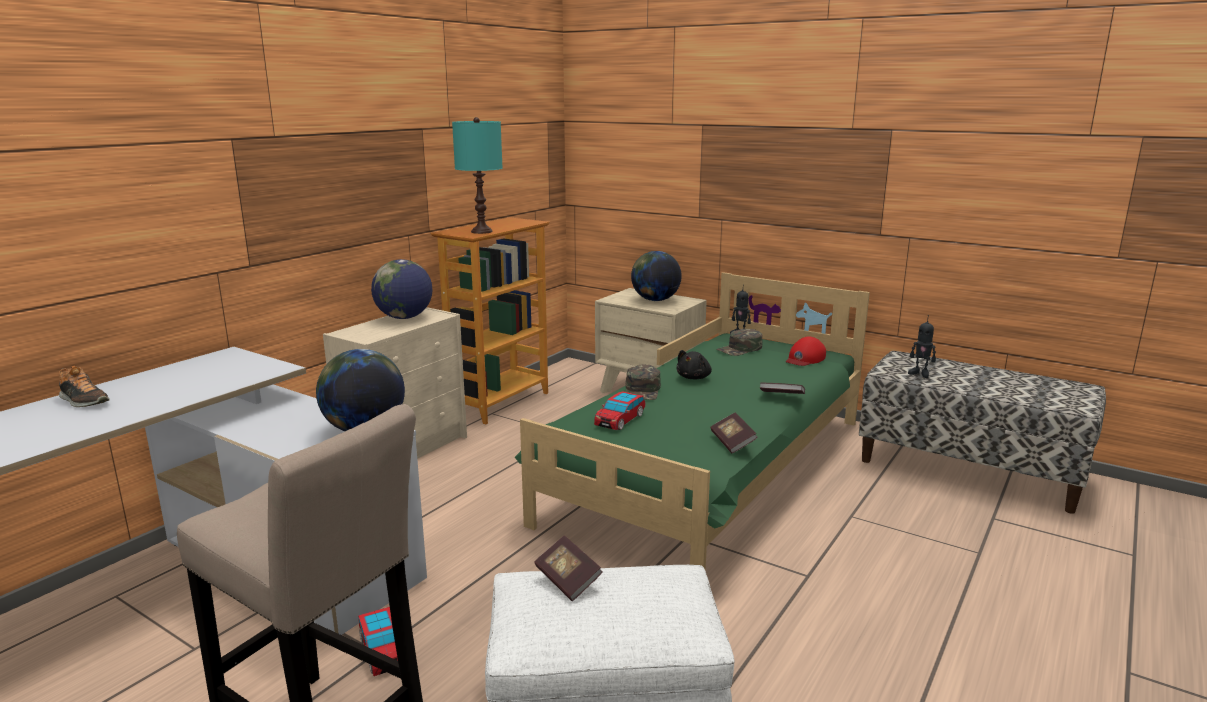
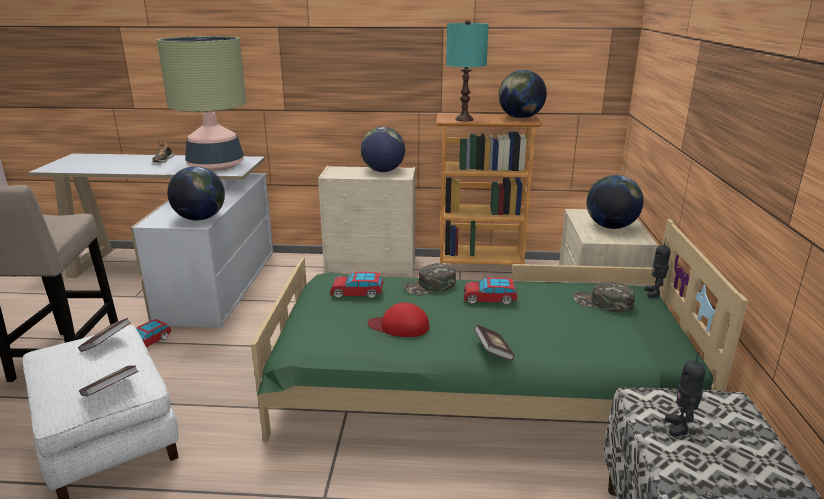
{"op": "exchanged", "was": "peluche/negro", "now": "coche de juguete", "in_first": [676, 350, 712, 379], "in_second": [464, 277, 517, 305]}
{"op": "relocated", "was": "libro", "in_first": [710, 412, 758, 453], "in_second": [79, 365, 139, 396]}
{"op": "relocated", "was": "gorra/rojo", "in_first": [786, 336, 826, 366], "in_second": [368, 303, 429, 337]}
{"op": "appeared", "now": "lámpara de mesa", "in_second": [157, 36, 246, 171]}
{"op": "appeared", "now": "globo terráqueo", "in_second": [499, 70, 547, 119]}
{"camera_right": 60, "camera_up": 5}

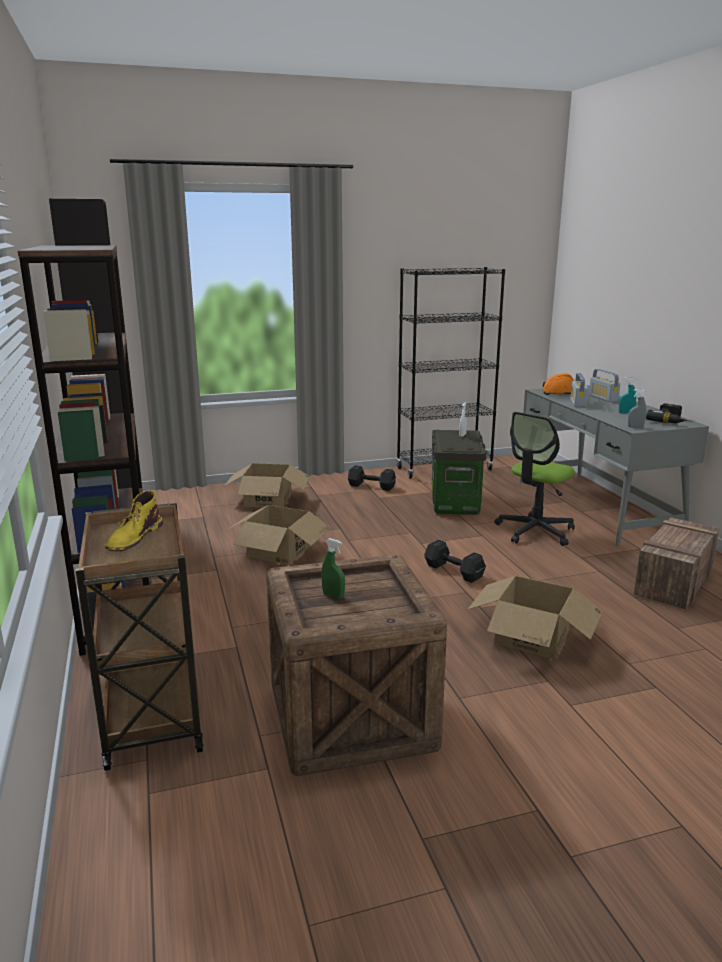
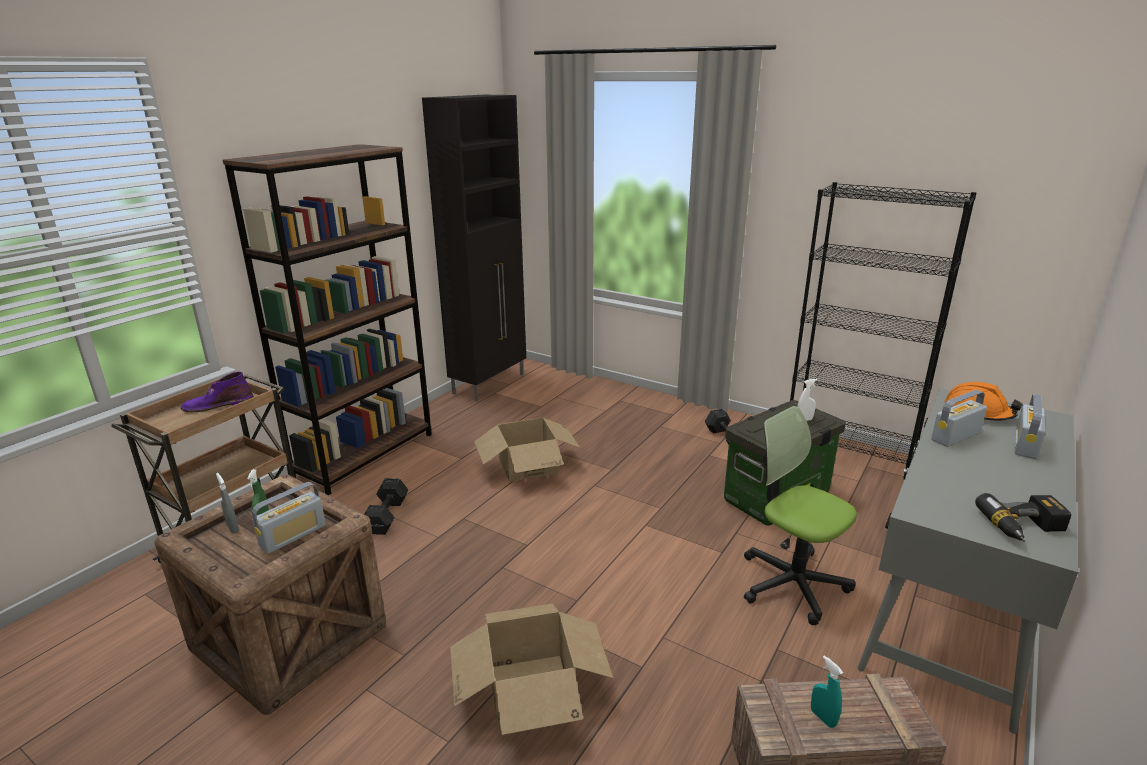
{"op": "colour", "was": "bota/amarillo", "now": "bota/morado", "in_first": [105, 491, 163, 551], "in_second": [181, 372, 254, 412]}
{"op": "missing", "was": "caja de cartón", "in_first": [223, 463, 310, 508]}
{"op": "relocated", "was": "mancuerna/negro", "in_first": [424, 539, 486, 583], "in_second": [364, 478, 409, 535]}
{"op": "spun", "was": "silla de oficina", "in_first": [495, 412, 575, 546], "in_second": [744, 406, 857, 625], "clockwise": 45}
{"op": "relocated", "was": "pulverizador/turquesa", "in_first": [619, 377, 636, 414], "in_second": [811, 655, 843, 728]}
{"op": "relocated", "was": "pulverizador/gris", "in_first": [628, 389, 646, 428], "in_second": [216, 473, 239, 533]}
{"op": "appeared", "now": "radio", "in_second": [252, 482, 326, 554]}
{"camera_right": 50, "camera_up": 5}

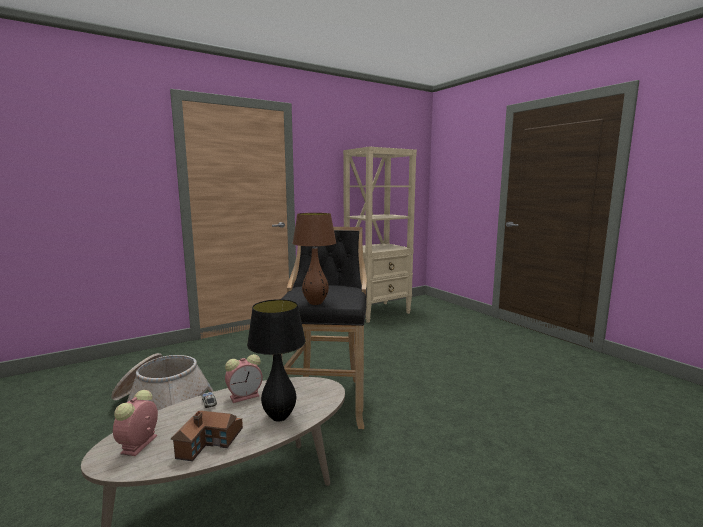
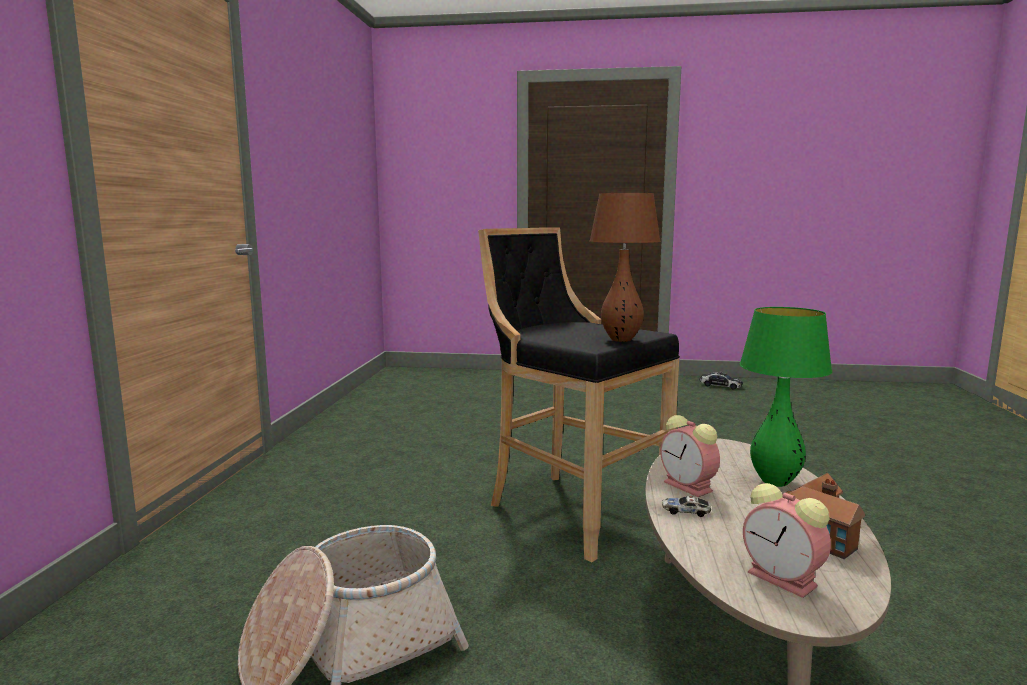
{"op": "spun", "was": "despertador", "in_first": [225, 354, 263, 403], "in_second": [660, 415, 720, 497], "clockwise": 135}
{"op": "colour", "was": "lámpara de mesa/negro", "now": "lámpara de mesa/verde", "in_first": [247, 299, 306, 422], "in_second": [740, 307, 832, 487]}
{"op": "missing", "was": "estantería/beis", "in_first": [343, 146, 417, 323]}
{"op": "appeared", "now": "coche de juguete", "in_second": [700, 372, 743, 390]}
{"camera_right": -50, "camera_up": 0}

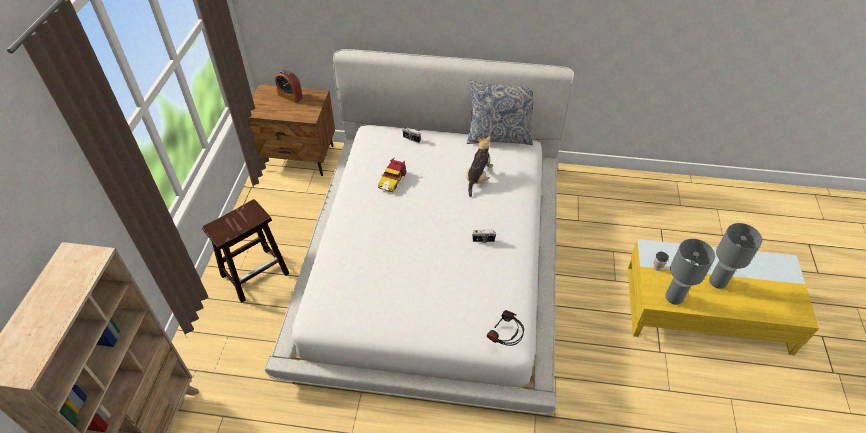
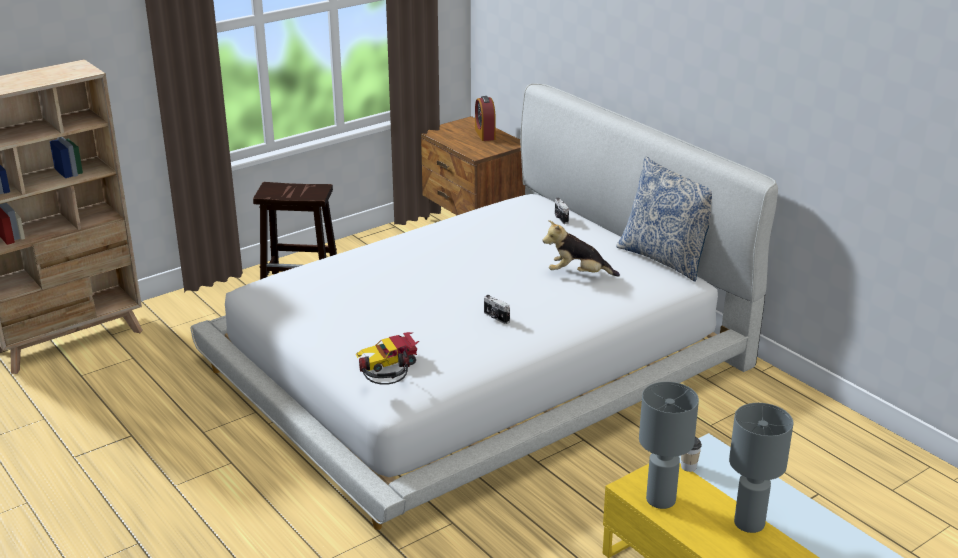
{"op": "relocated", "was": "coche de juguete", "in_first": [378, 158, 406, 192], "in_second": [356, 332, 419, 372]}
{"op": "spun", "was": "peluche", "in_first": [466, 136, 493, 197], "in_second": [543, 220, 620, 277], "clockwise": -150}
{"camera_right": 45, "camera_up": -20}

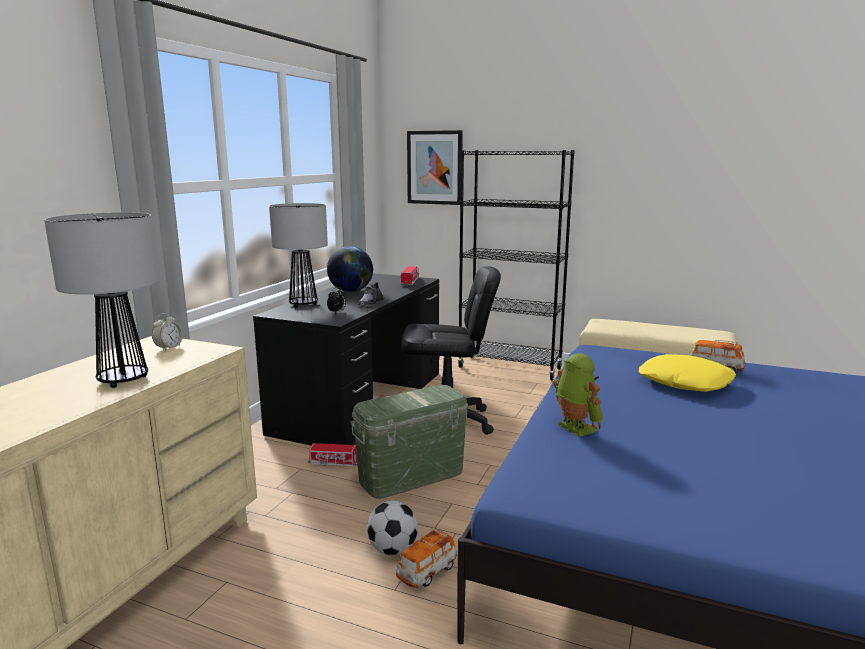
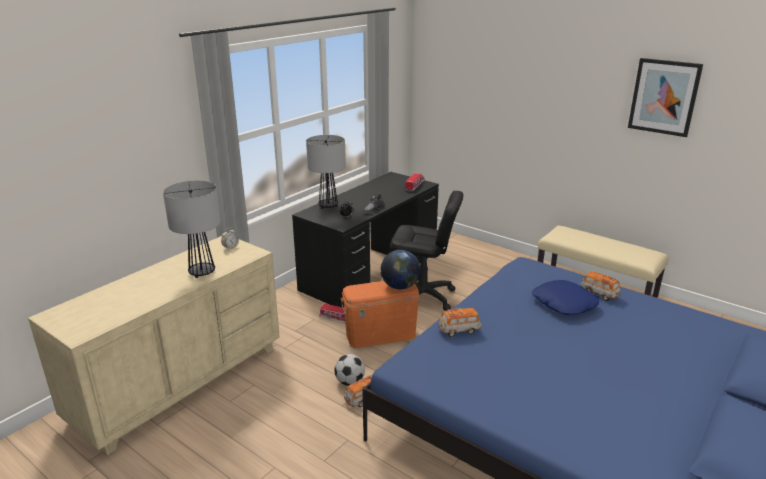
{"op": "relocated", "was": "globo terráqueo", "in_first": [327, 246, 373, 292], "in_second": [381, 250, 420, 289]}
{"op": "colour", "was": "caja de almacenaje/verde", "now": "caja de almacenaje/naranja", "in_first": [350, 385, 469, 499], "in_second": [340, 281, 421, 348]}
{"op": "relocated", "was": "cuadro", "in_first": [407, 130, 463, 205], "in_second": [628, 58, 703, 137]}
{"op": "missing", "was": "estantería/negro", "in_first": [457, 150, 575, 381]}
{"op": "exchanged", "was": "robot de juguete", "now": "coche de juguete", "in_first": [554, 353, 603, 437], "in_second": [439, 308, 482, 337]}
{"op": "colour", "was": "cojín/amarillo", "now": "cojín/azul", "in_first": [639, 354, 736, 392], "in_second": [532, 280, 599, 315]}
{"camera_right": 15, "camera_up": 10}

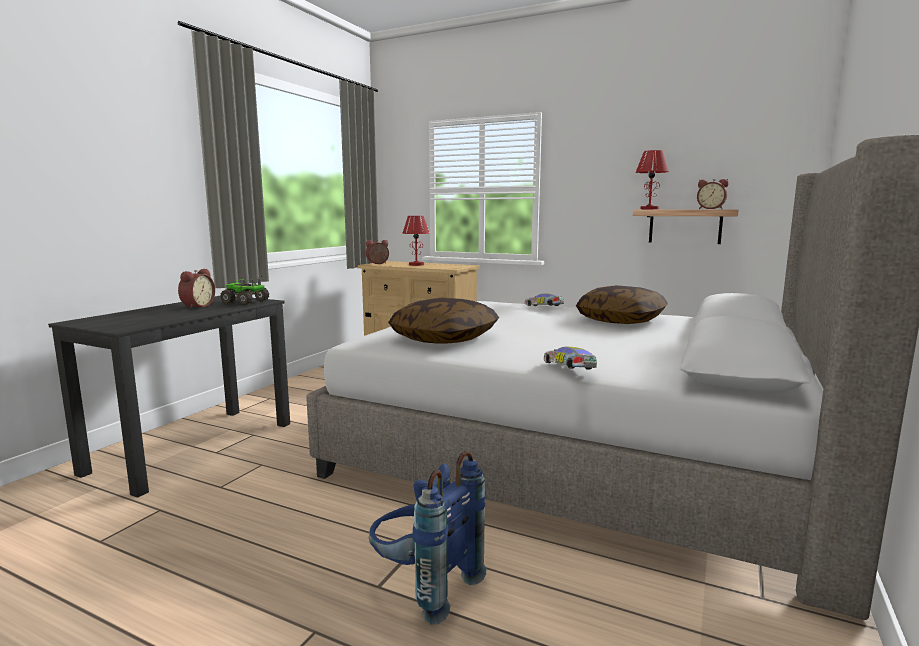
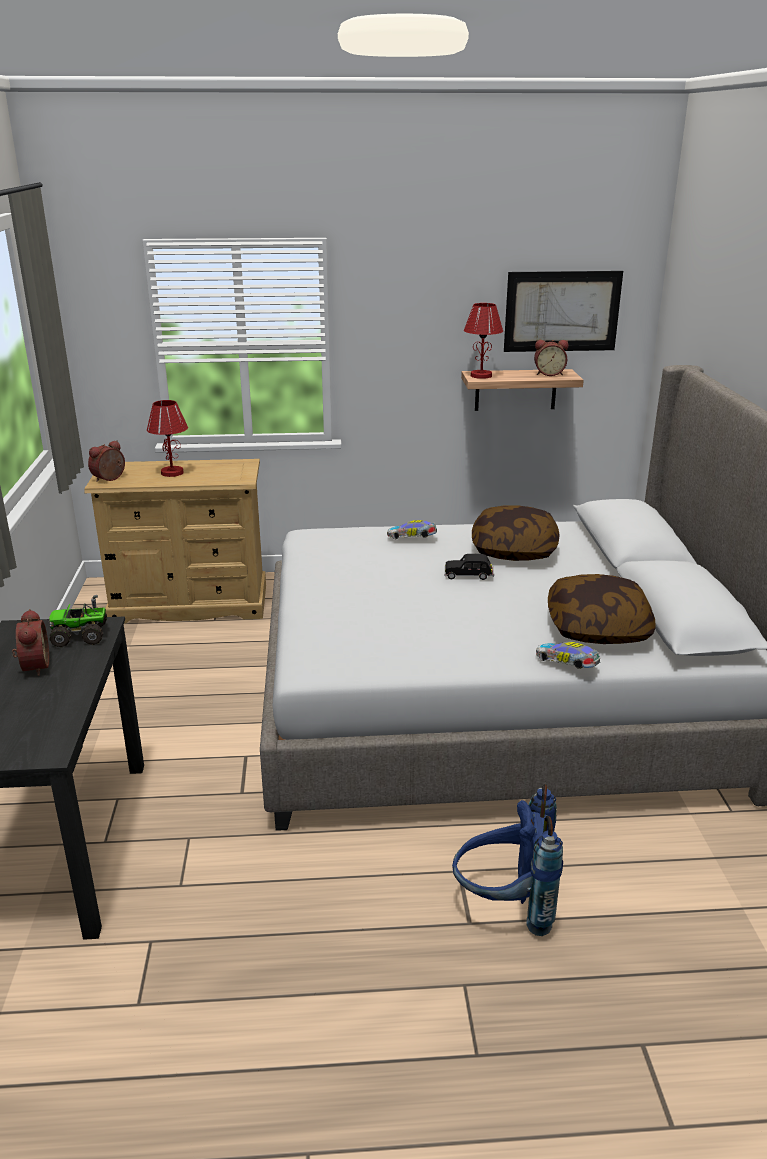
{"op": "relocated", "was": "cojín", "in_first": [388, 297, 499, 344], "in_second": [548, 574, 656, 644]}
{"op": "appeared", "now": "coche de juguete/negro", "in_second": [444, 554, 494, 580]}
{"op": "appeared", "now": "cuadro", "in_second": [504, 271, 623, 352]}
{"camera_right": -30, "camera_up": 15}

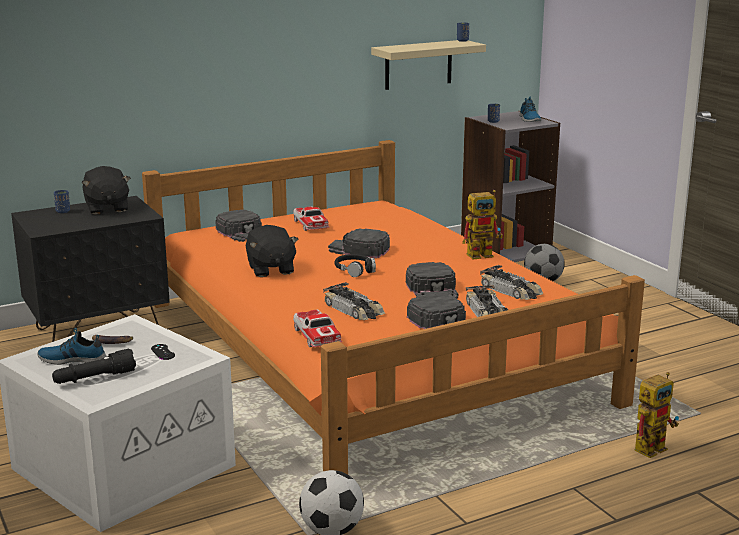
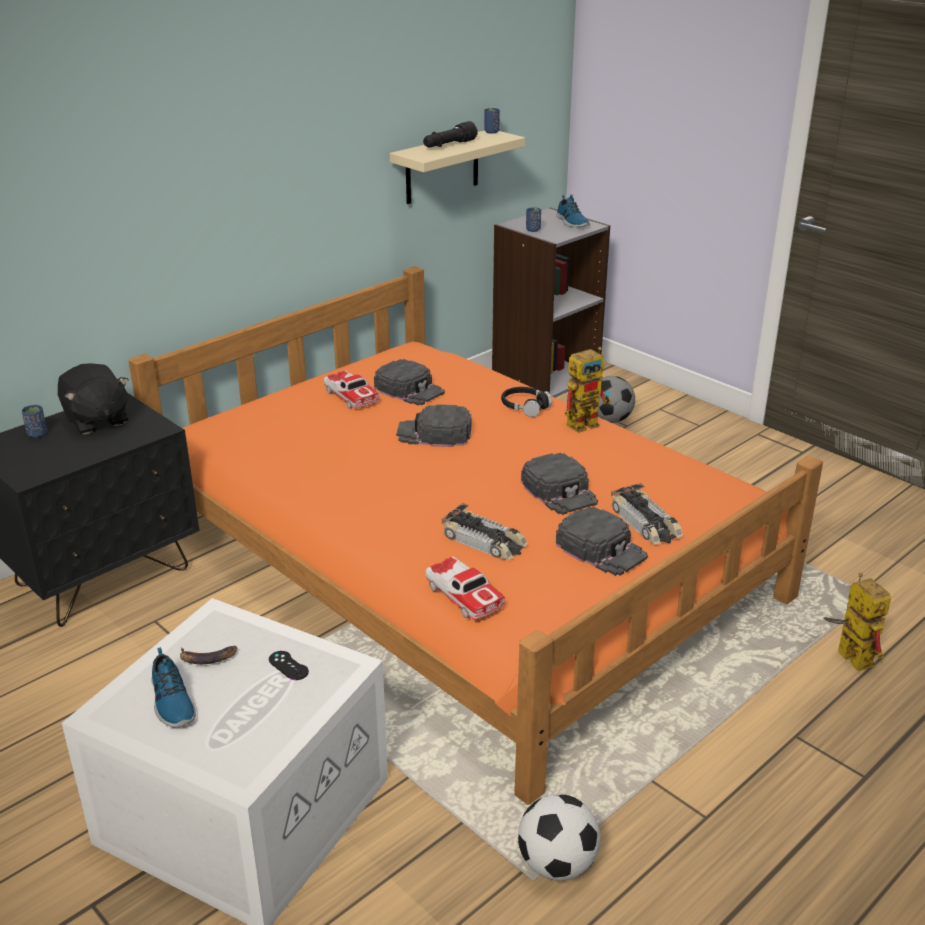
{"op": "spun", "was": "zapato", "in_first": [38, 328, 106, 365], "in_second": [151, 647, 196, 728], "clockwise": -105}
{"op": "relocated", "was": "linterna/negro", "in_first": [52, 348, 136, 384], "in_second": [423, 121, 478, 148]}
{"op": "relocated", "was": "gorra/negro", "in_first": [215, 209, 262, 242], "in_second": [374, 359, 445, 405]}
{"op": "missing", "was": "peluche/negro", "in_first": [246, 225, 299, 277]}
{"op": "relocated", "was": "auriculares/negro", "in_first": [334, 254, 376, 277], "in_second": [501, 387, 552, 417]}
{"op": "missing", "was": "coche de juguete", "in_first": [480, 264, 544, 300]}
{"op": "spun", "was": "robot de juguete", "in_first": [635, 372, 679, 458], "in_second": [823, 572, 891, 671], "clockwise": -60}
{"camera_right": -15, "camera_up": 10}

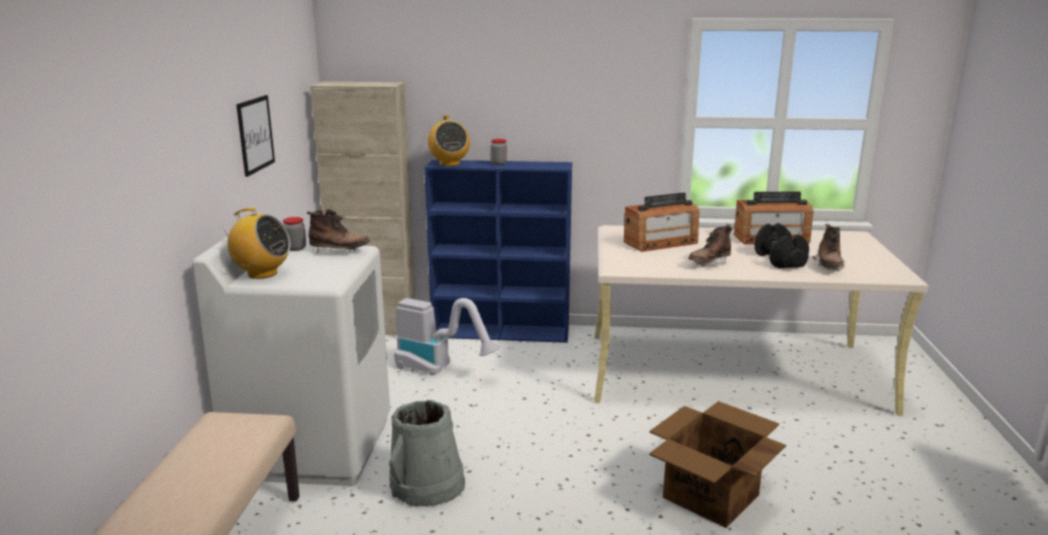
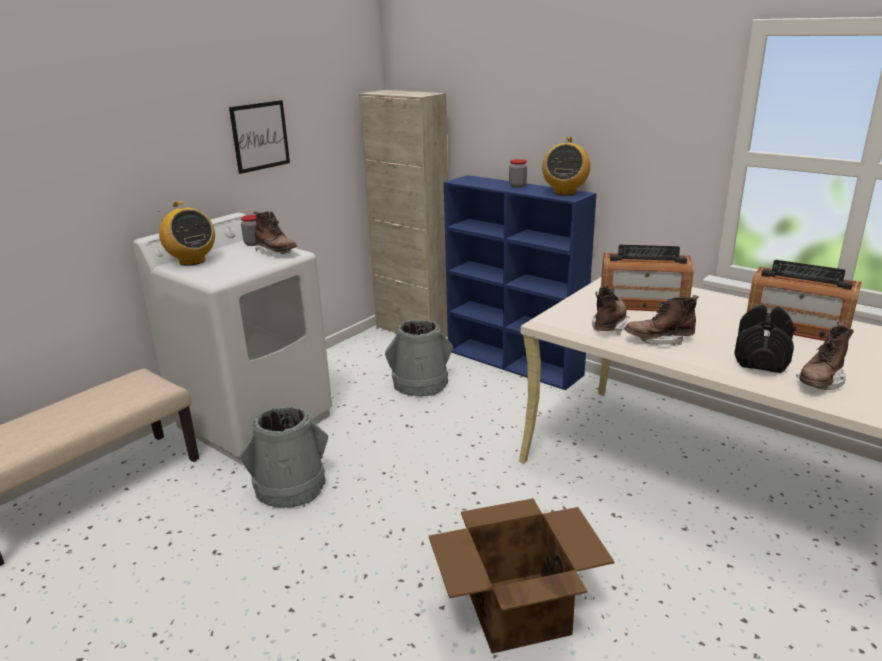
{"op": "exchanged", "was": "aspiradora", "now": "cubo/gris", "in_first": [394, 298, 501, 376], "in_second": [385, 319, 453, 397]}
{"op": "relocated", "was": "radio", "in_first": [428, 115, 470, 166], "in_second": [542, 137, 590, 195]}
{"op": "appeared", "now": "bota/marrón", "in_second": [592, 286, 629, 335]}
{"camera_right": 35, "camera_up": 5}

